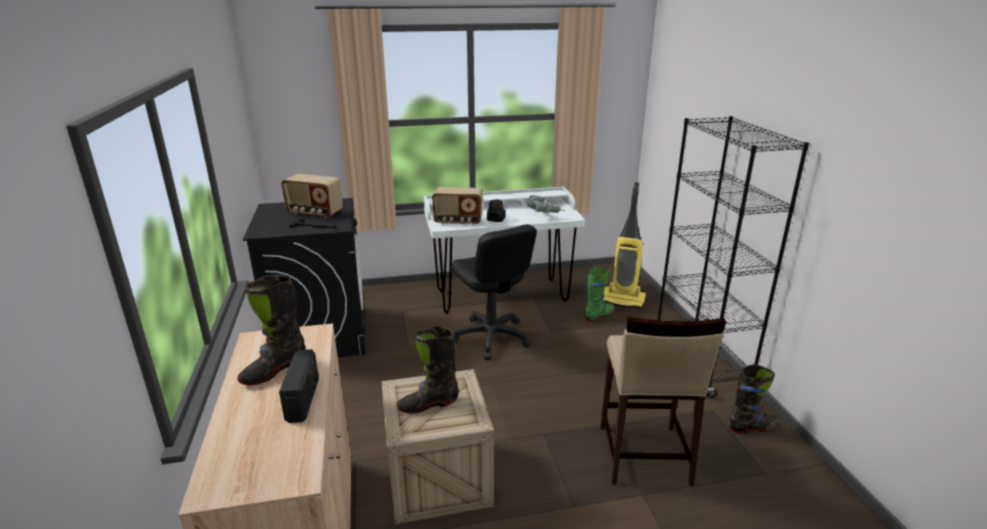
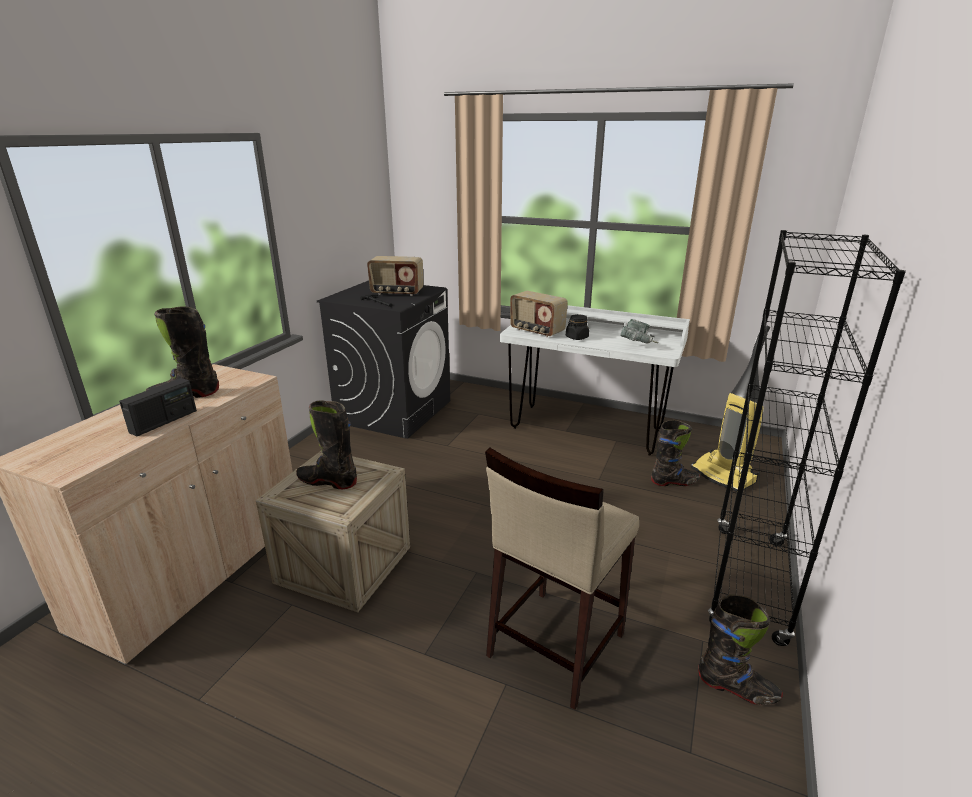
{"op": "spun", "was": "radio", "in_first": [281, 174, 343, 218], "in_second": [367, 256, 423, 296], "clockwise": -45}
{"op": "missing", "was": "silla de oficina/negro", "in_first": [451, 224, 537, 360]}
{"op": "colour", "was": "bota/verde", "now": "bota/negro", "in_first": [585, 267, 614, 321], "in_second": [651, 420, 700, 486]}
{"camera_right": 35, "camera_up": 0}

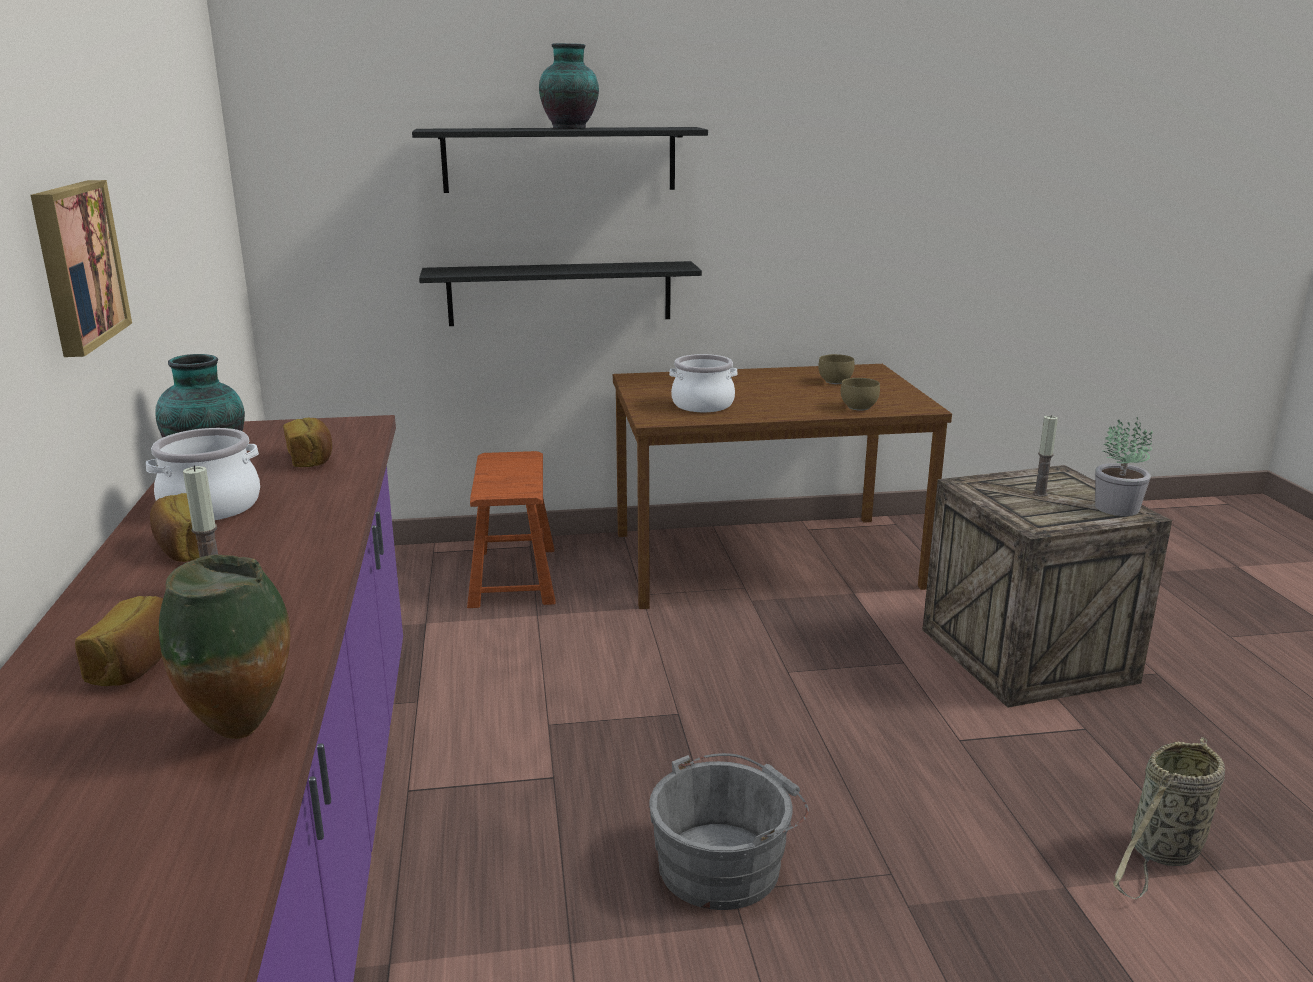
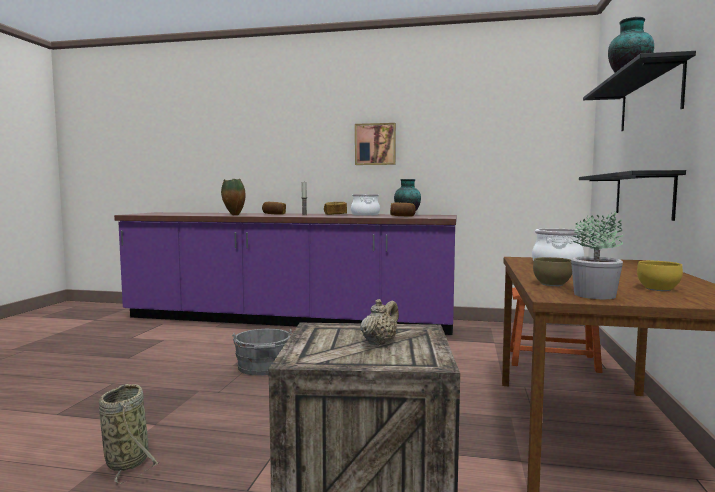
{"op": "colour", "was": "cuenco/marrón", "now": "cuenco/amarillo", "in_first": [818, 354, 854, 384], "in_second": [637, 261, 683, 291]}
{"op": "exchanged", "was": "vela", "now": "tetera/beis", "in_first": [1033, 415, 1058, 497], "in_second": [360, 299, 399, 346]}
{"op": "relocated", "was": "planta en maceta", "in_first": [1095, 417, 1153, 516], "in_second": [571, 212, 623, 299]}
{"camera_right": 110, "camera_up": -15}

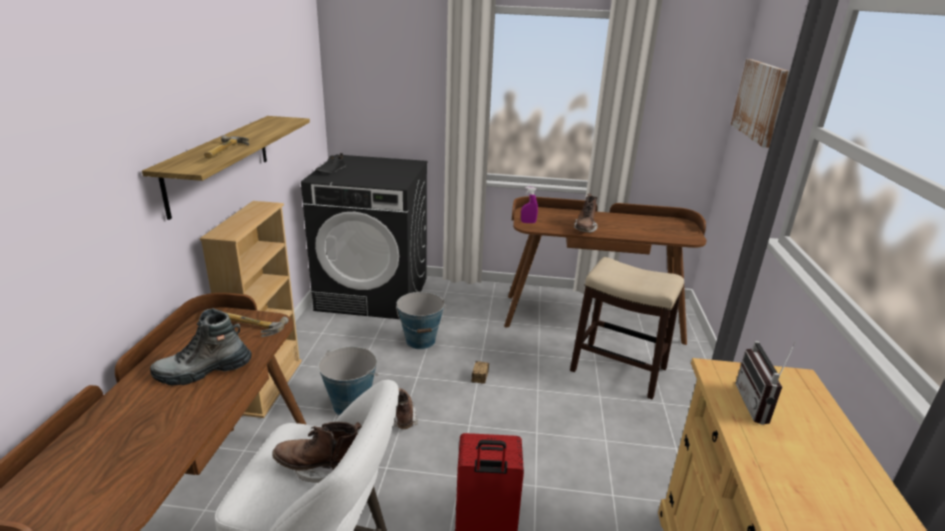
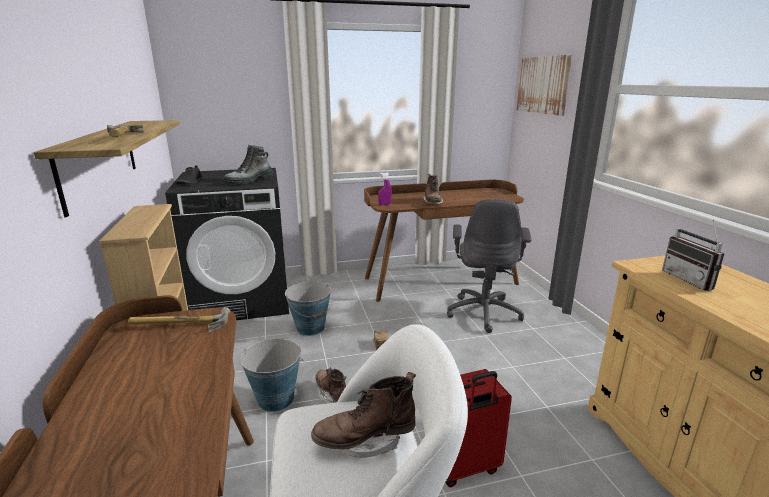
{"op": "relocated", "was": "bota", "in_first": [150, 308, 252, 385], "in_second": [224, 145, 274, 185]}
{"op": "exchanged", "was": "taburete", "now": "silla de oficina/gris", "in_first": [570, 257, 684, 399], "in_second": [447, 199, 531, 333]}
{"camera_right": -20, "camera_up": -5}

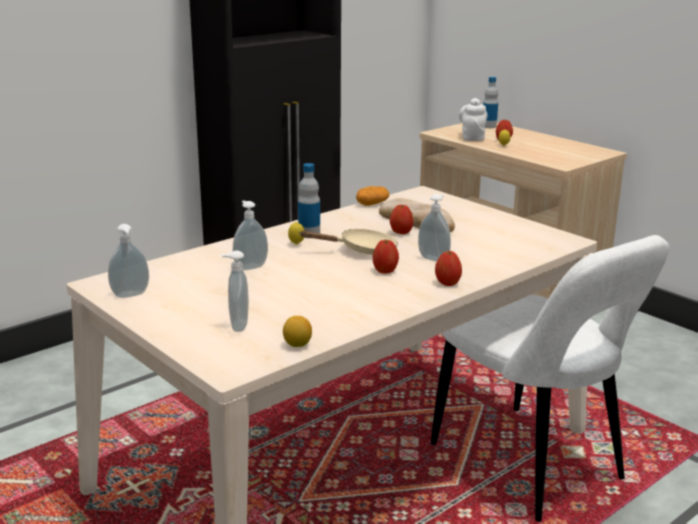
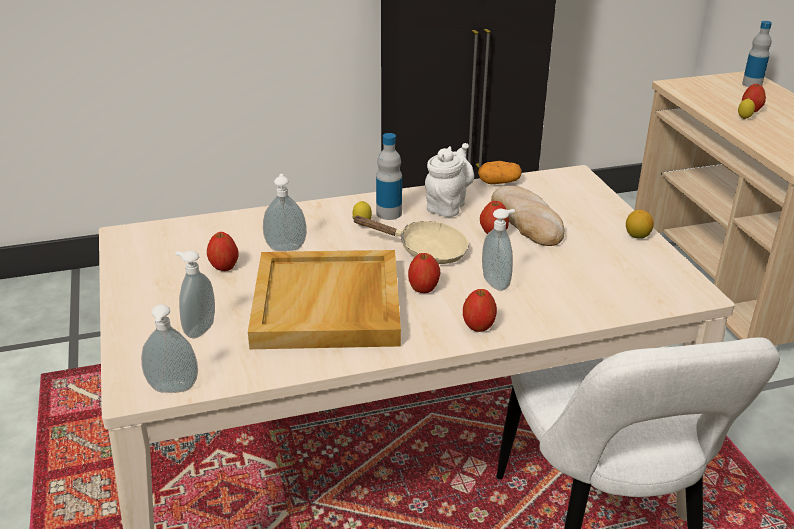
{"op": "relocated", "was": "dispensador de jabón", "in_first": [108, 224, 149, 298], "in_second": [141, 304, 198, 393]}
{"op": "relocated", "was": "limón", "in_first": [283, 316, 312, 347], "in_second": [626, 210, 654, 239]}
{"op": "relocated", "was": "tetera/blanco", "in_first": [459, 98, 488, 141], "in_second": [425, 143, 474, 217]}
{"op": "appeared", "now": "manzana", "in_second": [207, 232, 239, 271]}
{"op": "appeared", "now": "bandeja/beis", "in_second": [248, 250, 401, 349]}
{"camera_right": 25, "camera_up": 10}

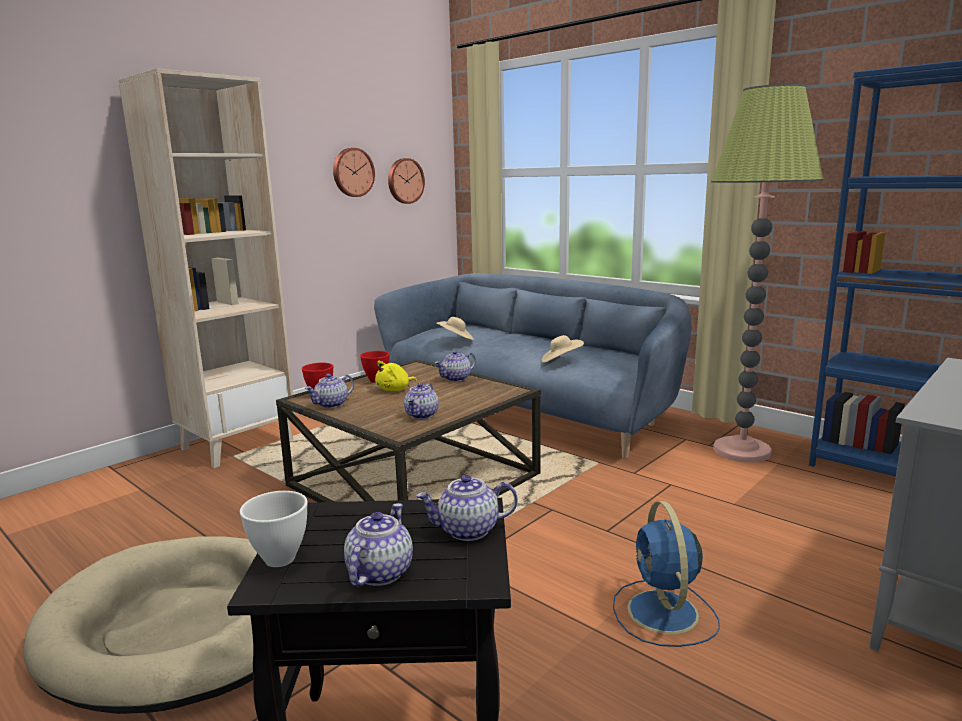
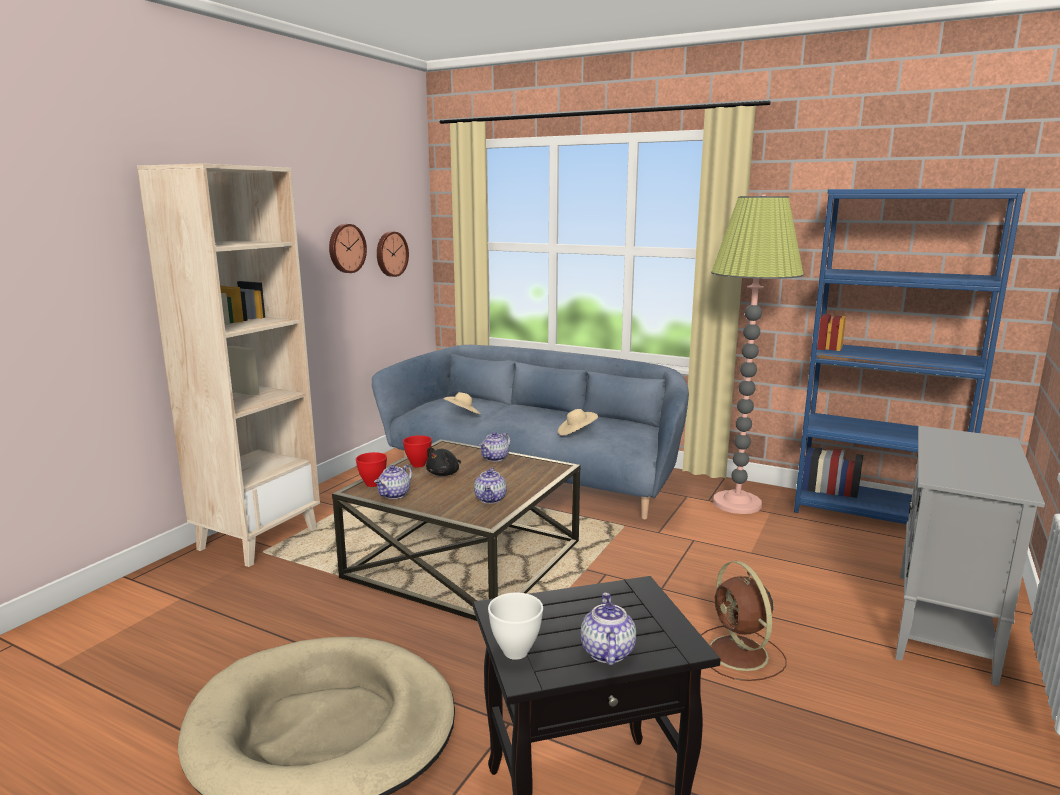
{"op": "colour", "was": "peluche/amarillo", "now": "peluche/negro", "in_first": [375, 361, 417, 391], "in_second": [426, 447, 461, 476]}
{"op": "missing", "was": "tetera", "in_first": [416, 475, 518, 541]}
{"op": "colour", "was": "ventilador/azul", "now": "ventilador/marrón", "in_first": [613, 501, 720, 647], "in_second": [701, 561, 787, 681]}
{"camera_right": -15, "camera_up": 0}

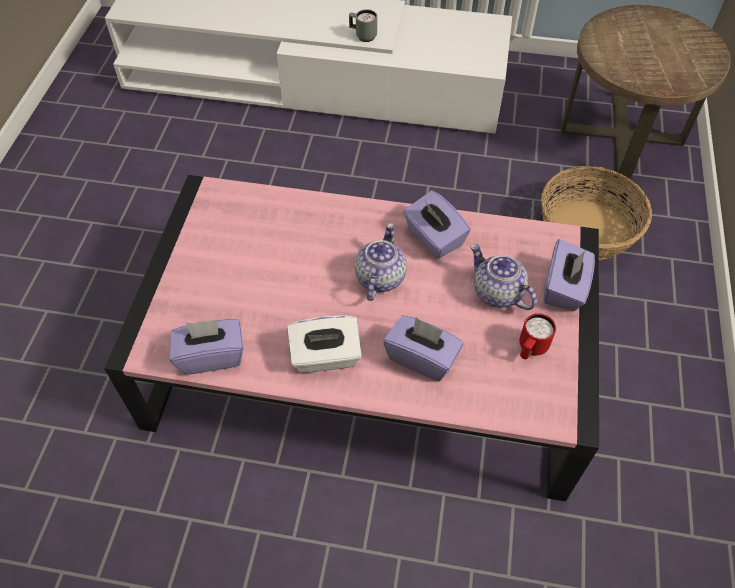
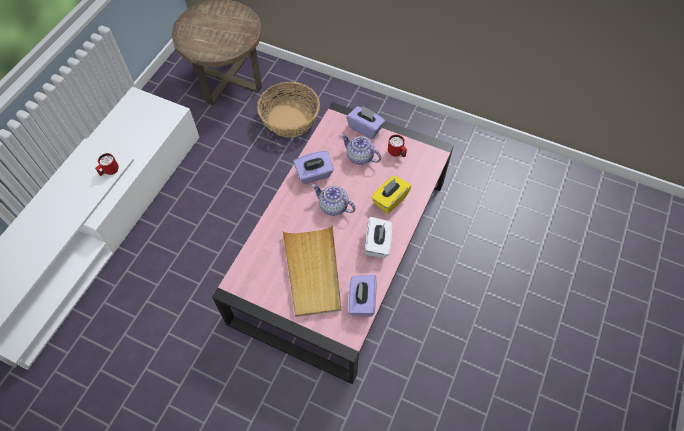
{"op": "colour", "was": "taza grande/gris", "now": "taza grande/rojo", "in_first": [349, 9, 377, 42], "in_second": [95, 153, 119, 176]}
{"op": "colour", "was": "caja de pañuelos/morado", "now": "caja de pañuelos/amarillo", "in_first": [383, 315, 463, 381], "in_second": [371, 176, 412, 214]}
{"op": "spun", "was": "tetera", "in_first": [470, 244, 537, 310], "in_second": [341, 134, 381, 165], "clockwise": 60}
{"op": "appeared", "now": "bandeja/beis", "in_second": [283, 225, 341, 317]}
{"camera_right": -75, "camera_up": 5}

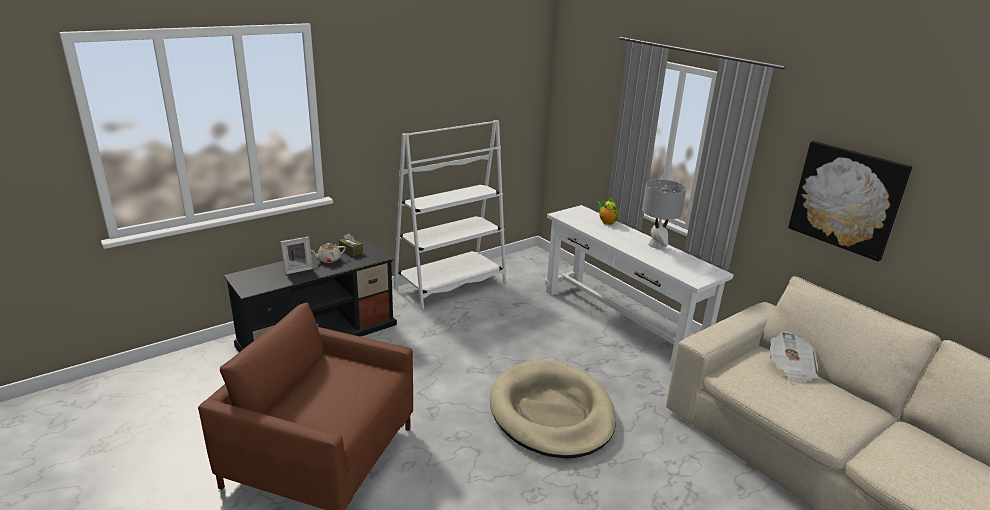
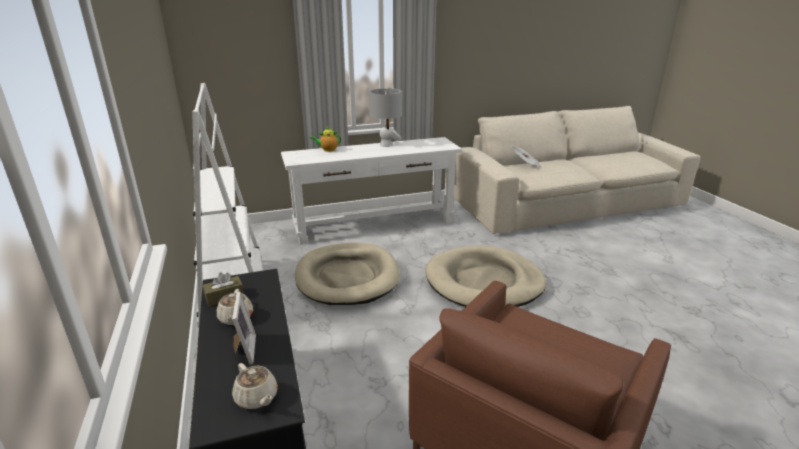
{"op": "missing", "was": "cuadro", "in_first": [788, 141, 912, 262]}
{"op": "appeared", "now": "tetera/beis", "in_second": [232, 363, 278, 409]}
{"op": "appeared", "now": "cama para perro/beis", "in_second": [295, 243, 400, 305]}
{"camera_right": -70, "camera_up": 0}

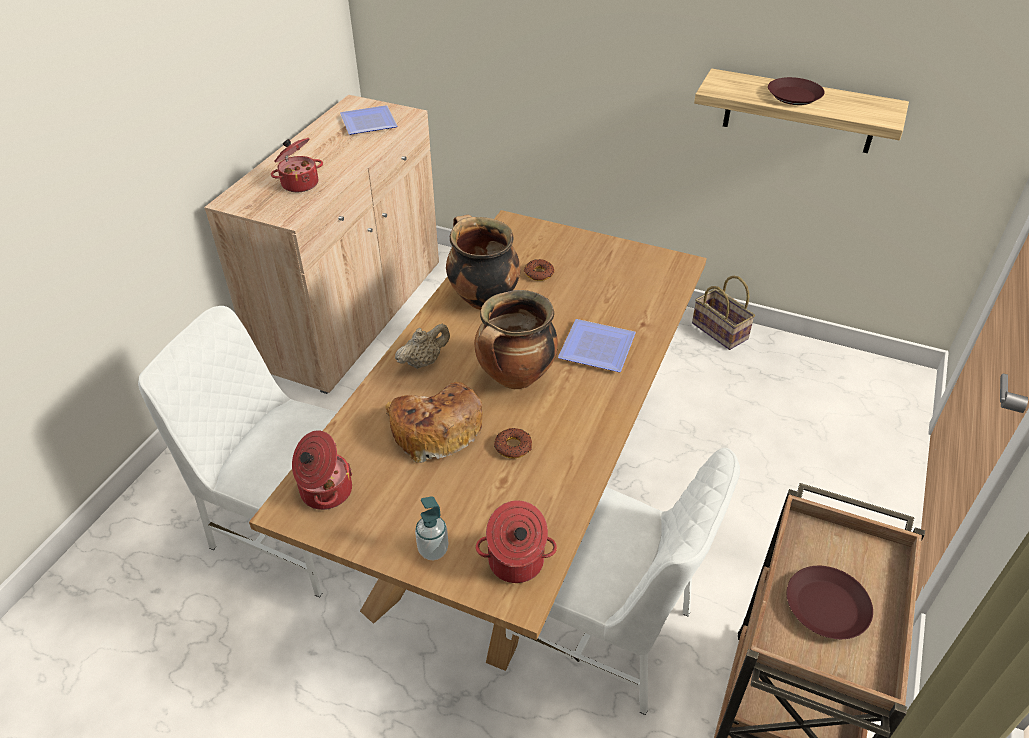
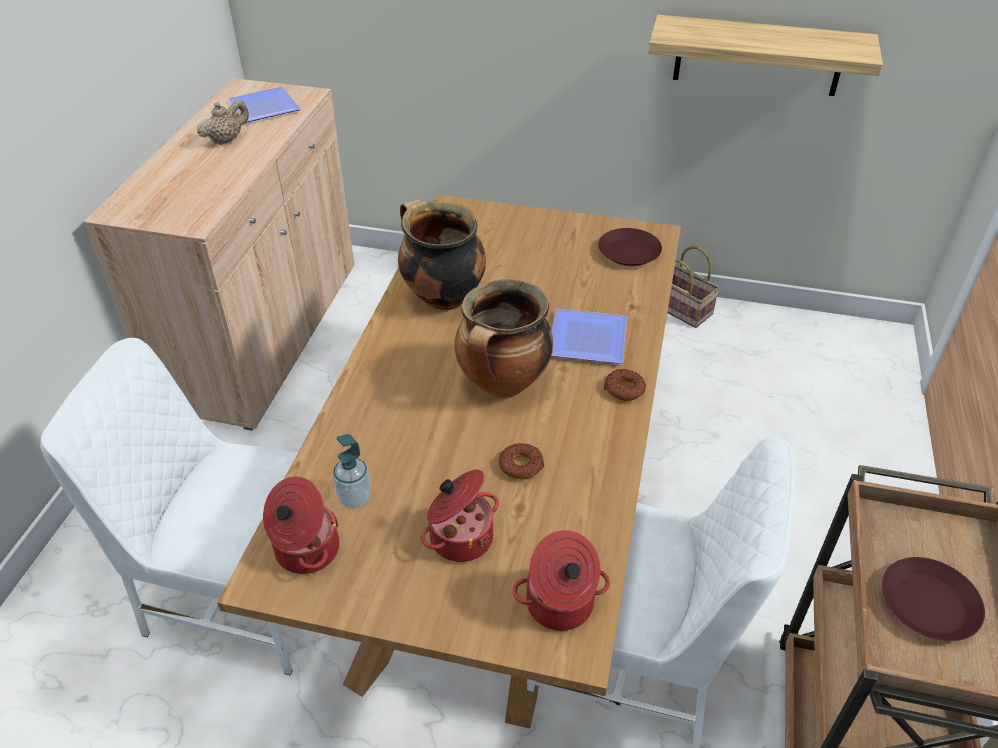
{"op": "relocated", "was": "olla", "in_first": [271, 138, 323, 192], "in_second": [421, 470, 499, 562]}
{"op": "missing", "was": "pan", "in_first": [385, 382, 483, 463]}
{"op": "relocated", "was": "tetera/beis", "in_first": [395, 324, 450, 369], "in_second": [197, 100, 249, 145]}
{"op": "relocated", "was": "dispensador de jabón", "in_first": [415, 496, 449, 560], "in_second": [333, 434, 371, 508]}
{"op": "relocated", "was": "rosquilla", "in_first": [524, 259, 554, 281], "in_second": [604, 369, 646, 401]}
{"op": "relocated", "was": "plato/marrón", "in_first": [768, 77, 825, 105], "in_second": [598, 228, 662, 266]}
{"camera_right": -10, "camera_up": 0}

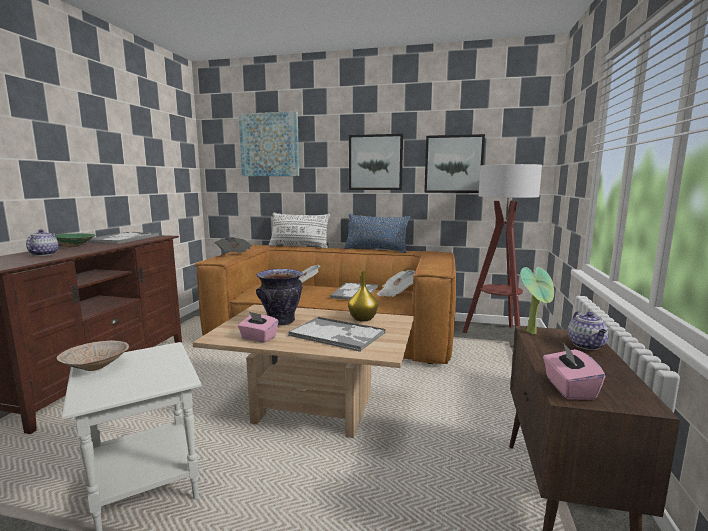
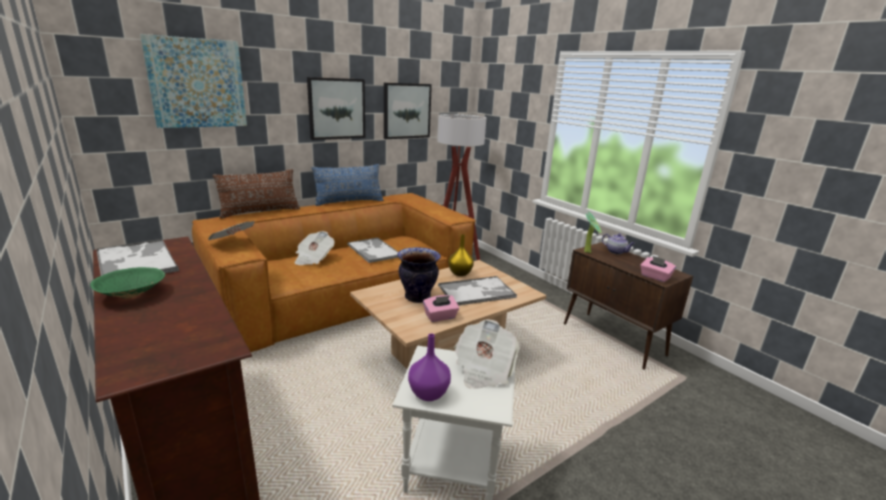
{"op": "missing", "was": "tetera", "in_first": [26, 229, 59, 256]}
{"op": "exchanged", "was": "cuenco/beis", "now": "florero/morado", "in_first": [56, 340, 129, 371], "in_second": [408, 334, 451, 401]}
{"op": "colour", "was": "cojín/blanco", "now": "cojín/marrón", "in_first": [269, 213, 330, 248], "in_second": [213, 169, 300, 219]}
{"op": "relocated", "was": "periódico", "in_first": [377, 270, 415, 297], "in_second": [454, 319, 520, 389]}
{"camera_right": -50, "camera_up": 10}

